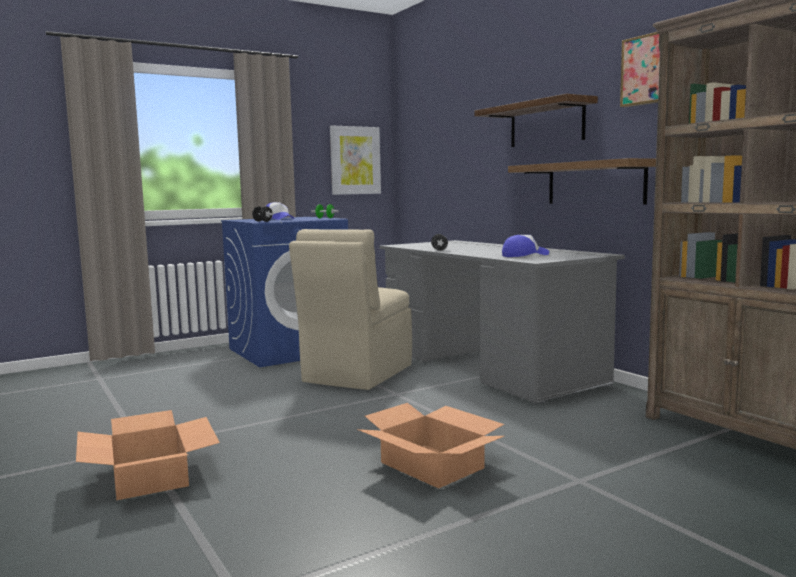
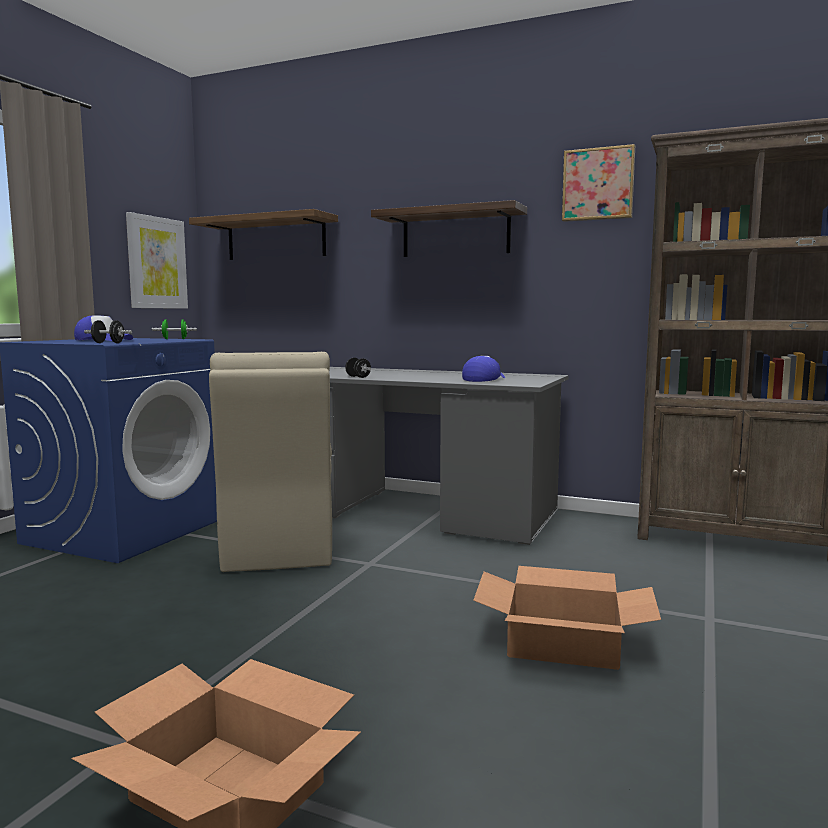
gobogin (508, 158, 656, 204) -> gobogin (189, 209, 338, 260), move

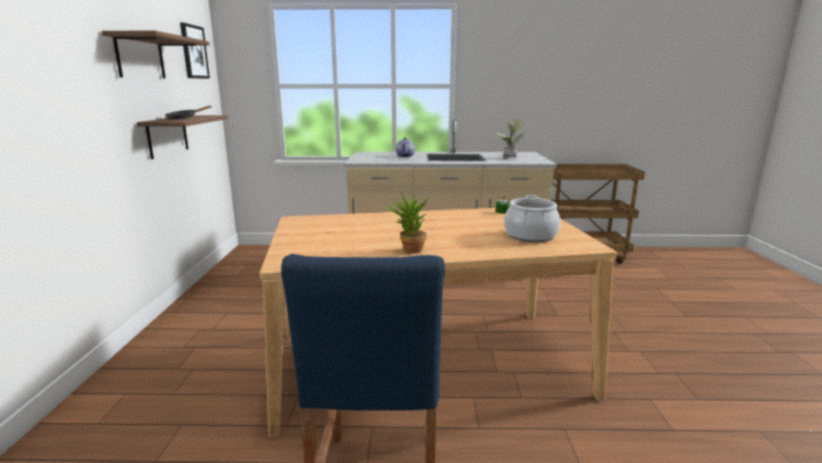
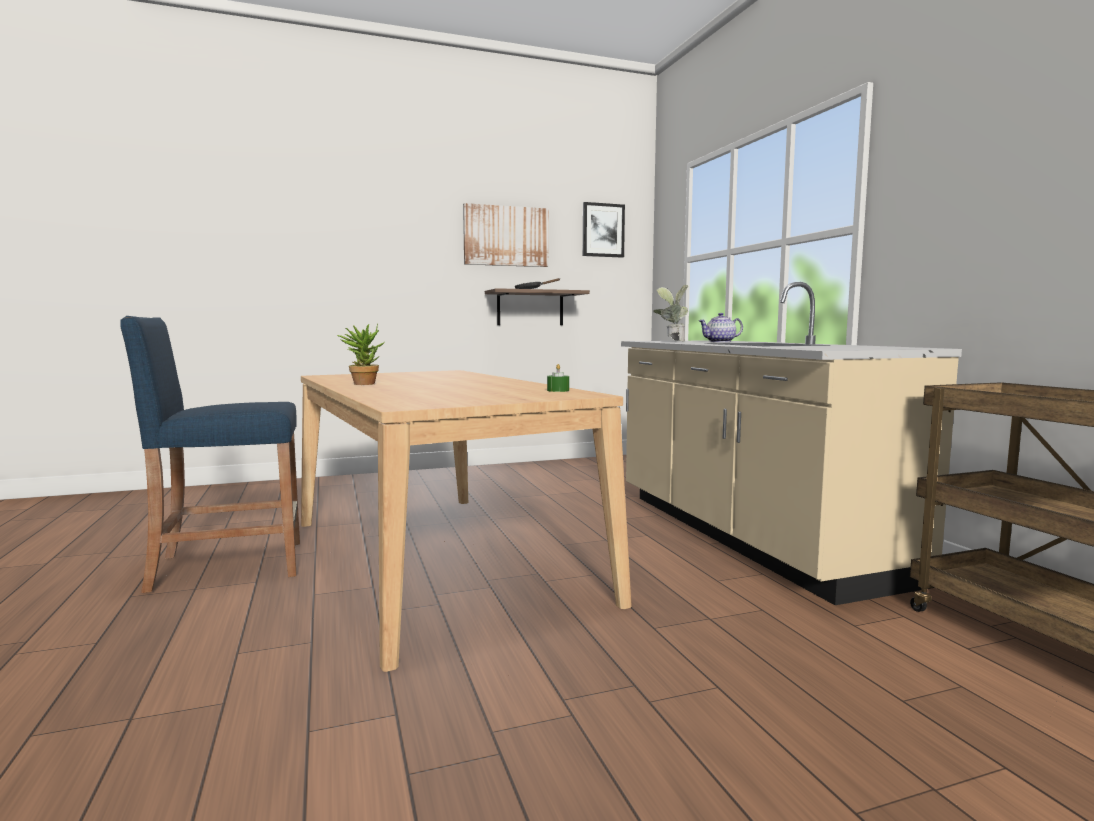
gobogin (102, 31, 209, 78) -> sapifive (463, 203, 549, 267)
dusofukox (497, 119, 525, 157) -> dusofukox (653, 285, 688, 341), move
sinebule (504, 195, 560, 242) -> none

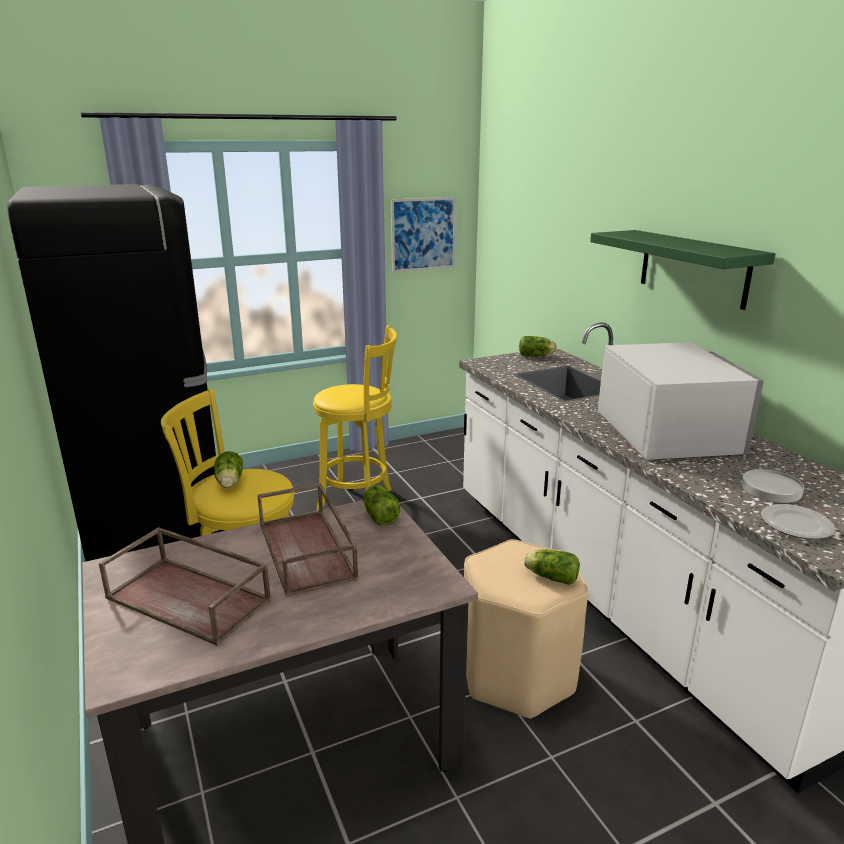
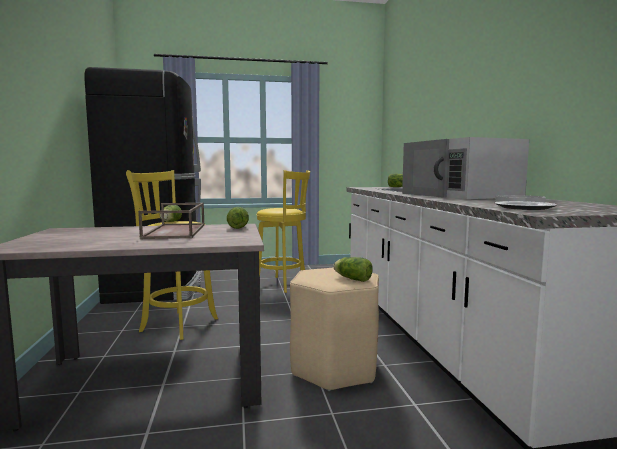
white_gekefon (598, 342, 764, 460) -> white_gekefon (402, 137, 529, 199), 150 degrees clockwise
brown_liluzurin (99, 527, 271, 646) -> none
sapifive (391, 197, 456, 273) -> none
green_gobogin (590, 230, 775, 310) -> none

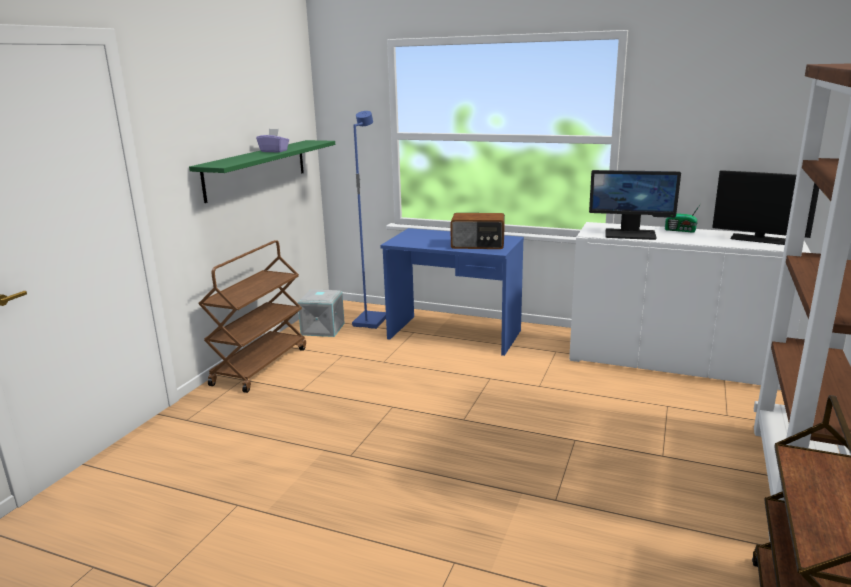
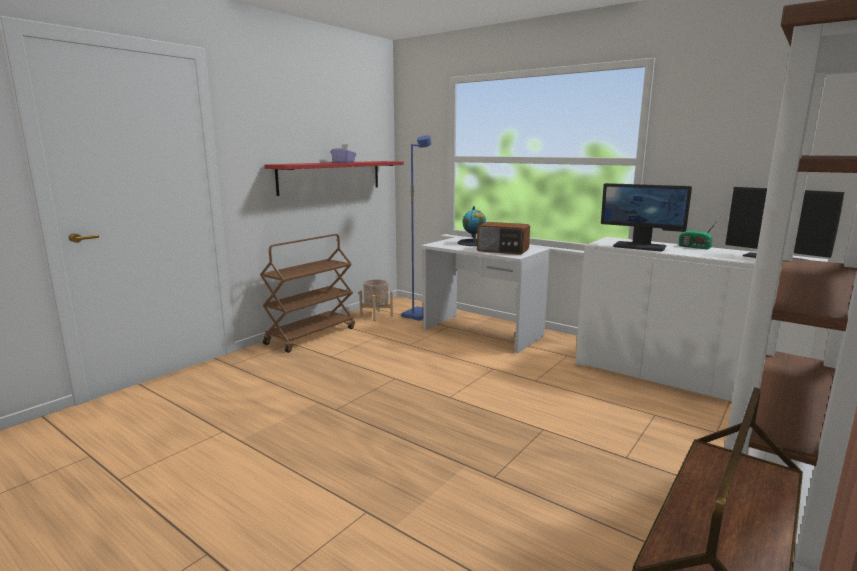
green_gobogin (189, 140, 335, 203) -> red_gobogin (265, 161, 404, 196)
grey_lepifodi (297, 289, 345, 337) -> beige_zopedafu (359, 279, 393, 321)
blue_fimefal (380, 228, 524, 356) -> white_fimefal (421, 237, 550, 353)
none -> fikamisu (457, 206, 486, 246)

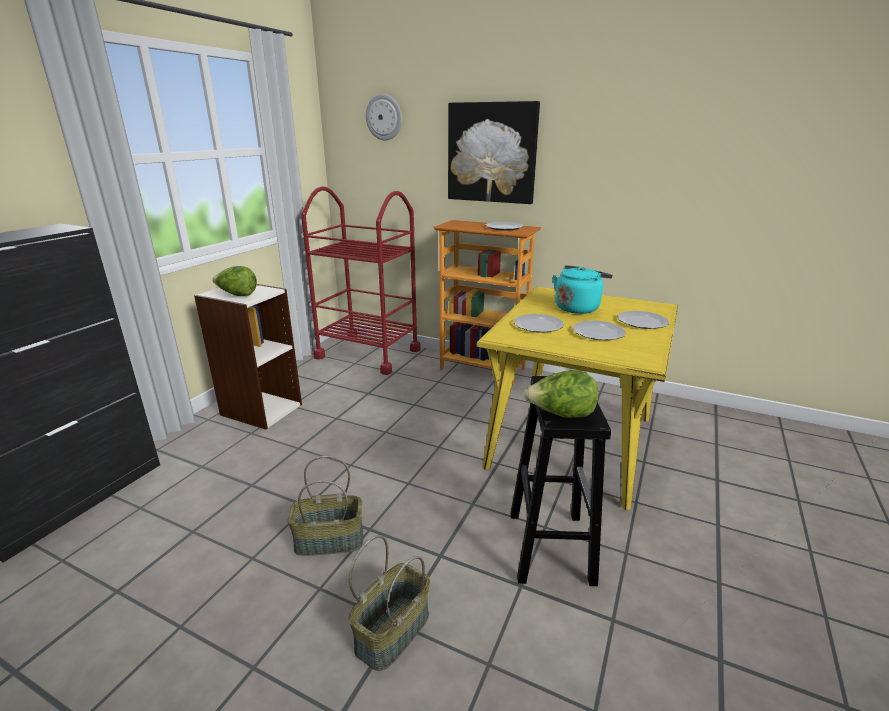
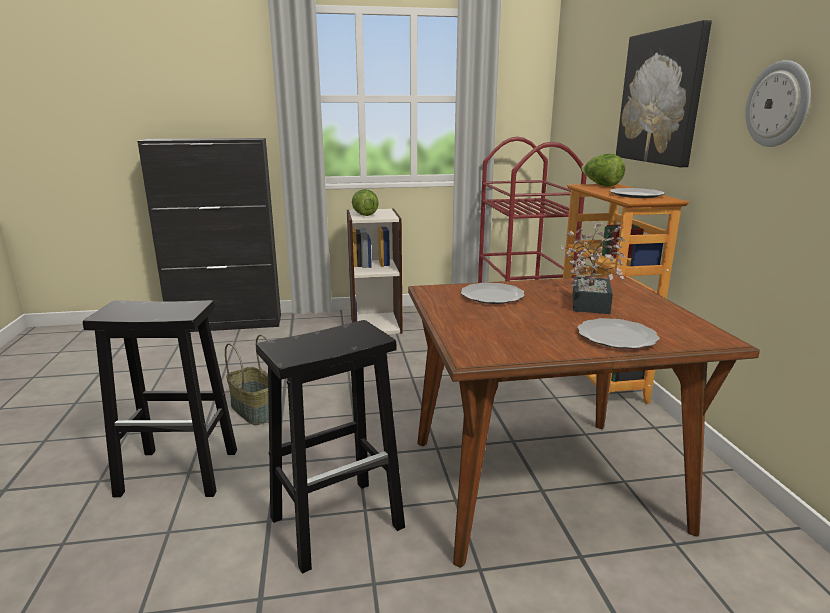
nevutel (348, 535, 430, 671) -> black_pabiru (83, 300, 237, 497)
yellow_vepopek (477, 287, 678, 510) -> brown_vepopek (408, 275, 760, 567)
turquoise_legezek (553, 265, 612, 314) -> dusofukox (561, 222, 626, 314)
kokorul (523, 370, 598, 418) -> kokorul (581, 153, 625, 186), move
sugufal (366, 94, 402, 141) -> sugufal (745, 60, 811, 147), move
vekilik (572, 320, 626, 340) -> none

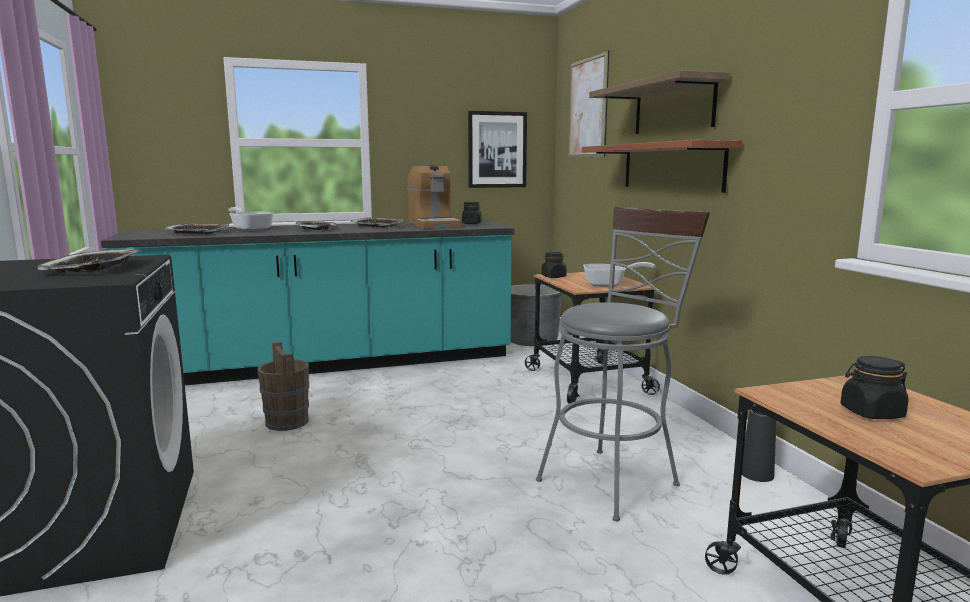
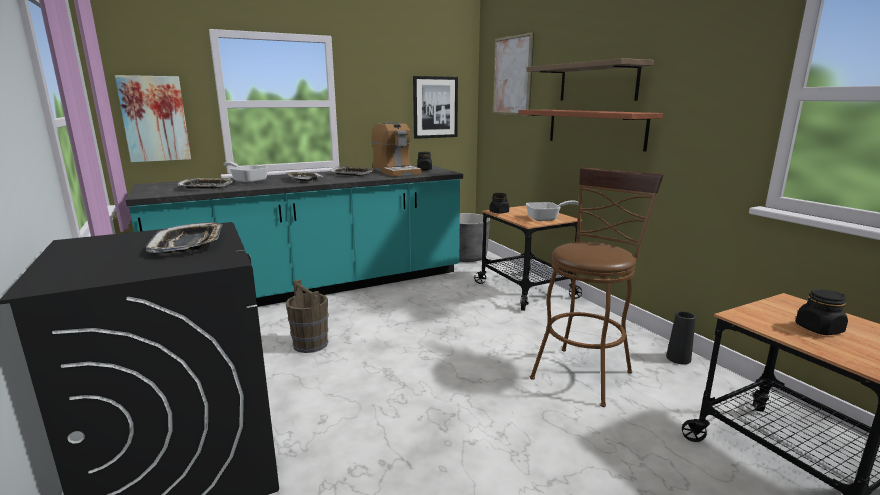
none -> sapifive (115, 75, 191, 162)
grey_pabiru (536, 207, 710, 521) -> brown_pabiru (530, 167, 664, 407)

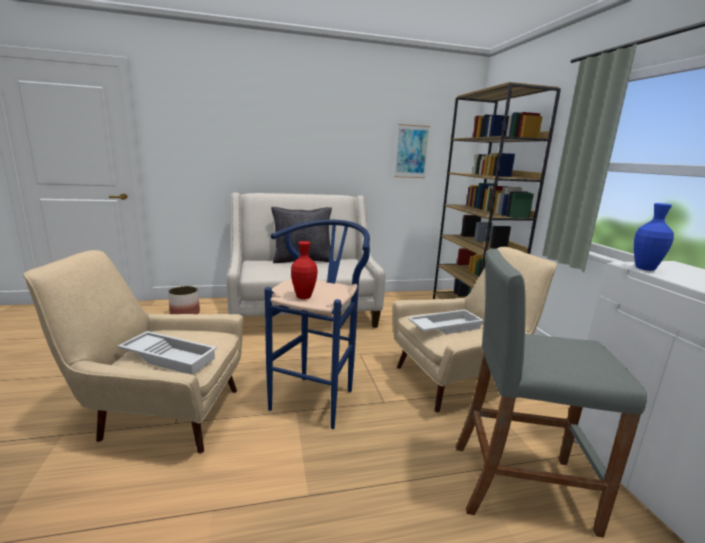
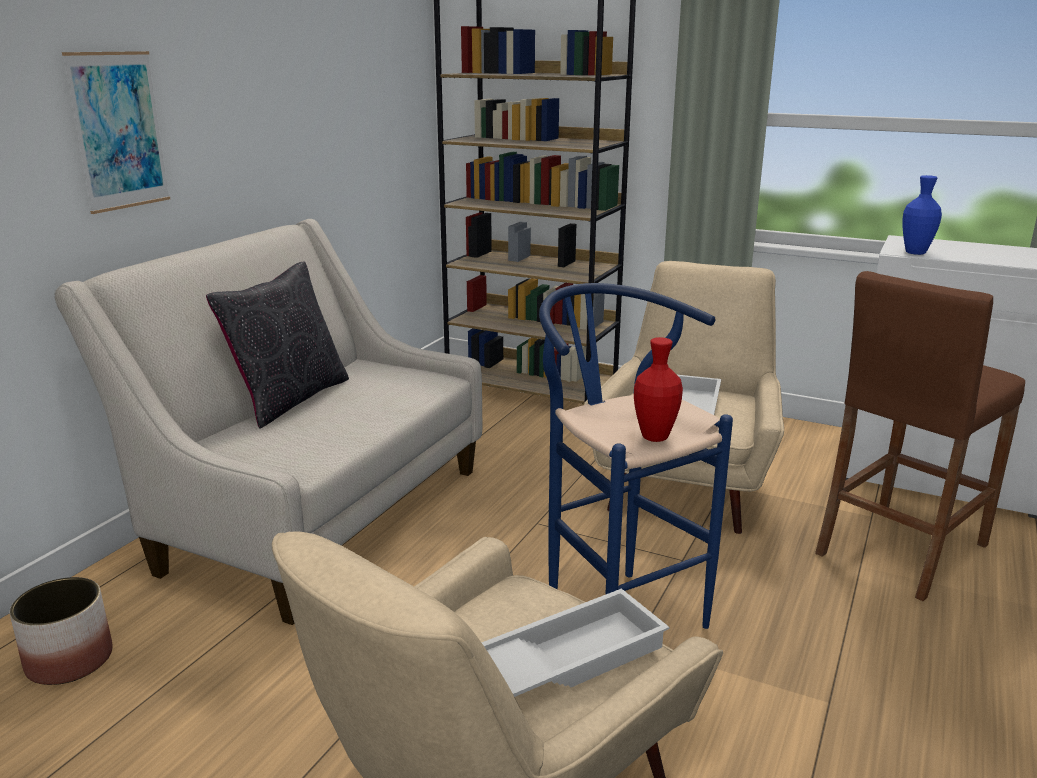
sapifive (394, 124, 430, 178) -> sapifive (62, 51, 170, 214), move
grey_pabiru (456, 248, 647, 537) -> brown_pabiru (815, 271, 1025, 601)

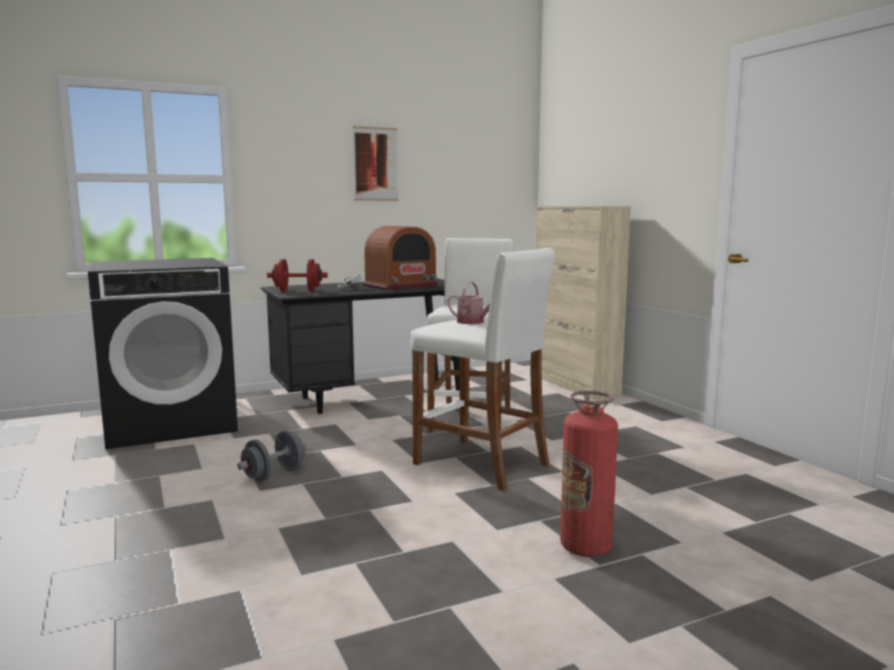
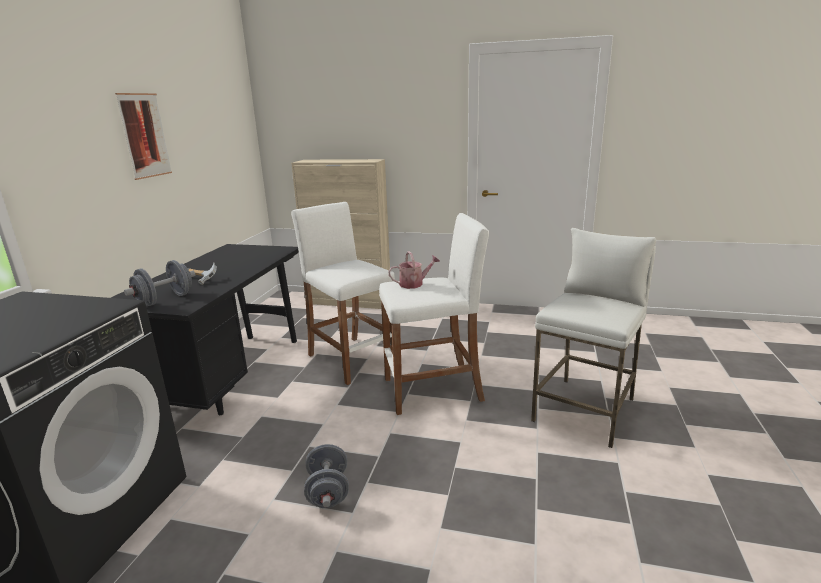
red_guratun (267, 259, 328, 291) -> grey_guratun (124, 260, 195, 306)
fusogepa (560, 391, 618, 557) -> white_pabiru (531, 228, 656, 448)
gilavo (363, 226, 438, 290) -> none

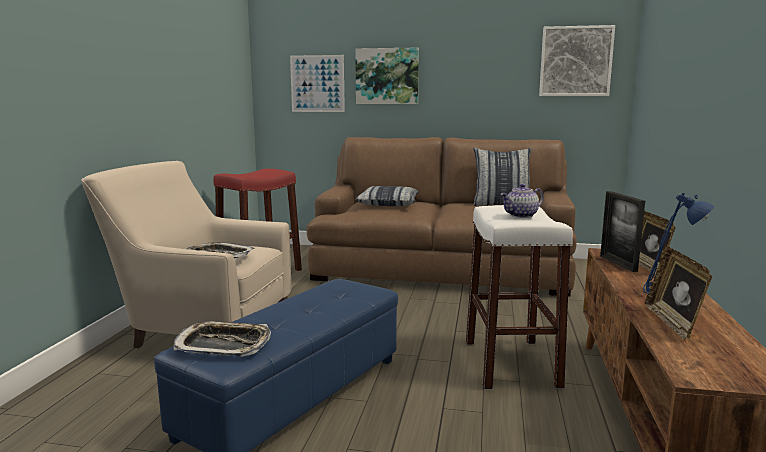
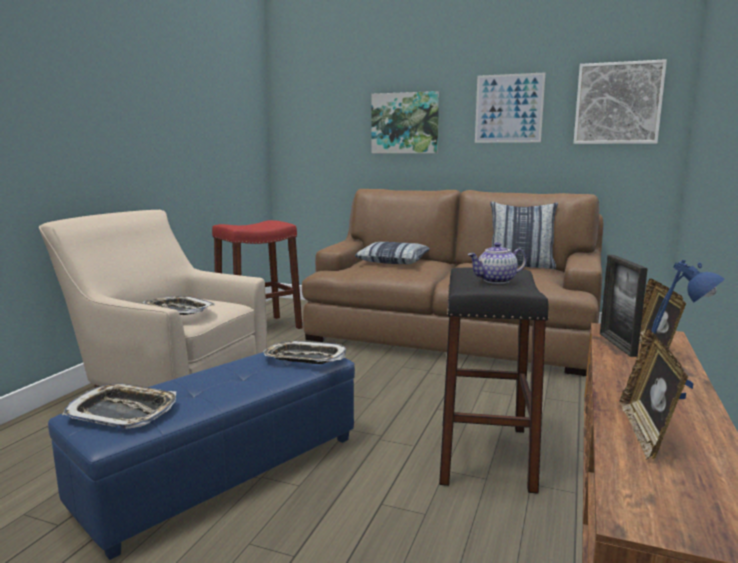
none -> liluzurin (263, 341, 346, 364)
white_pabiru (466, 205, 573, 390) -> black_pabiru (439, 267, 549, 494)
sapifive (290, 55, 345, 112) -> sapifive (475, 72, 545, 143), move

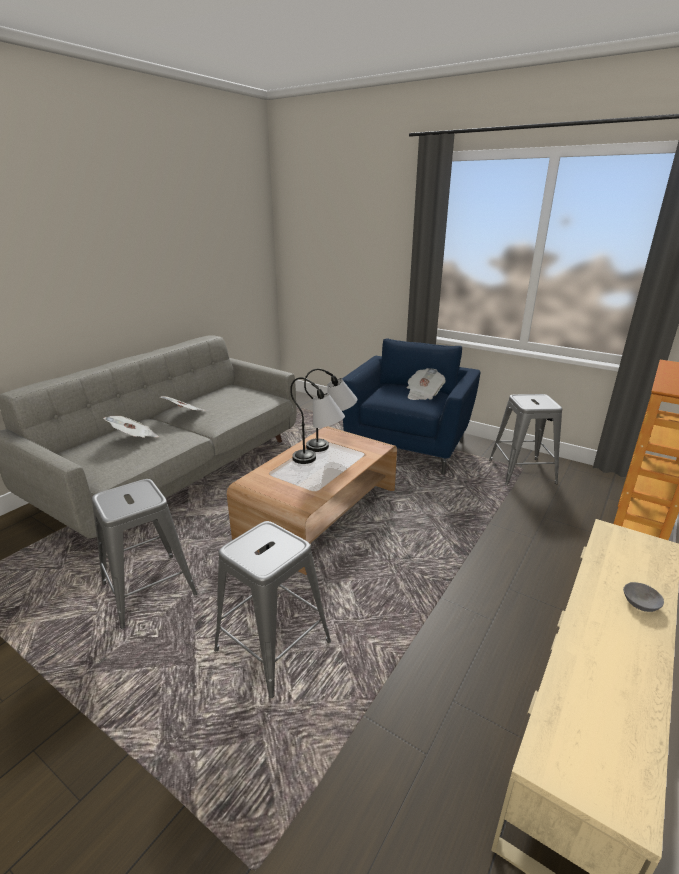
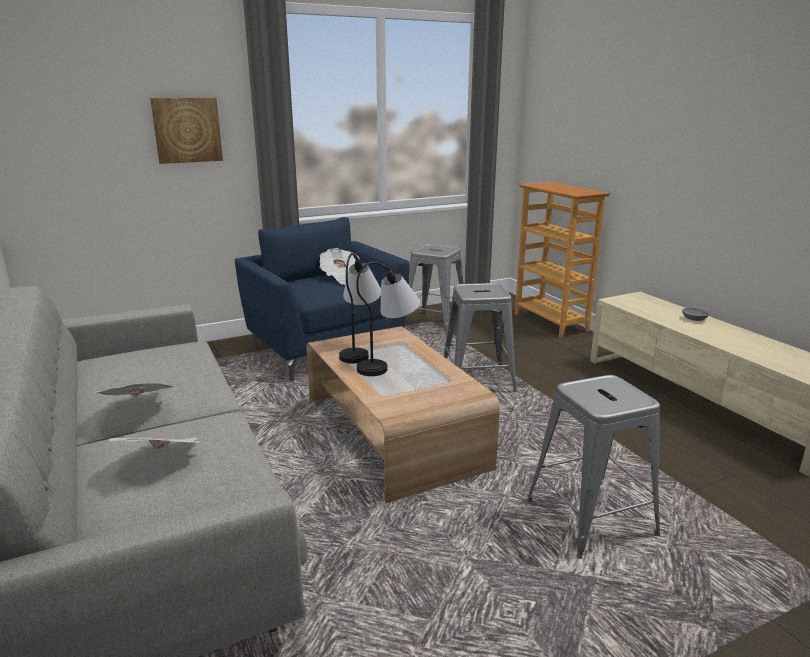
none -> sapifive (150, 98, 223, 164)
grey_pabiru (92, 479, 198, 628) -> grey_pabiru (444, 283, 517, 393), move

